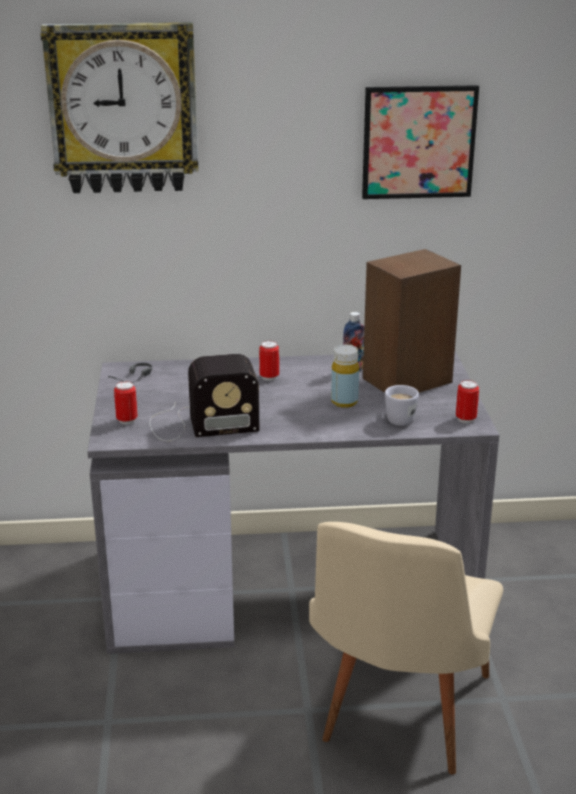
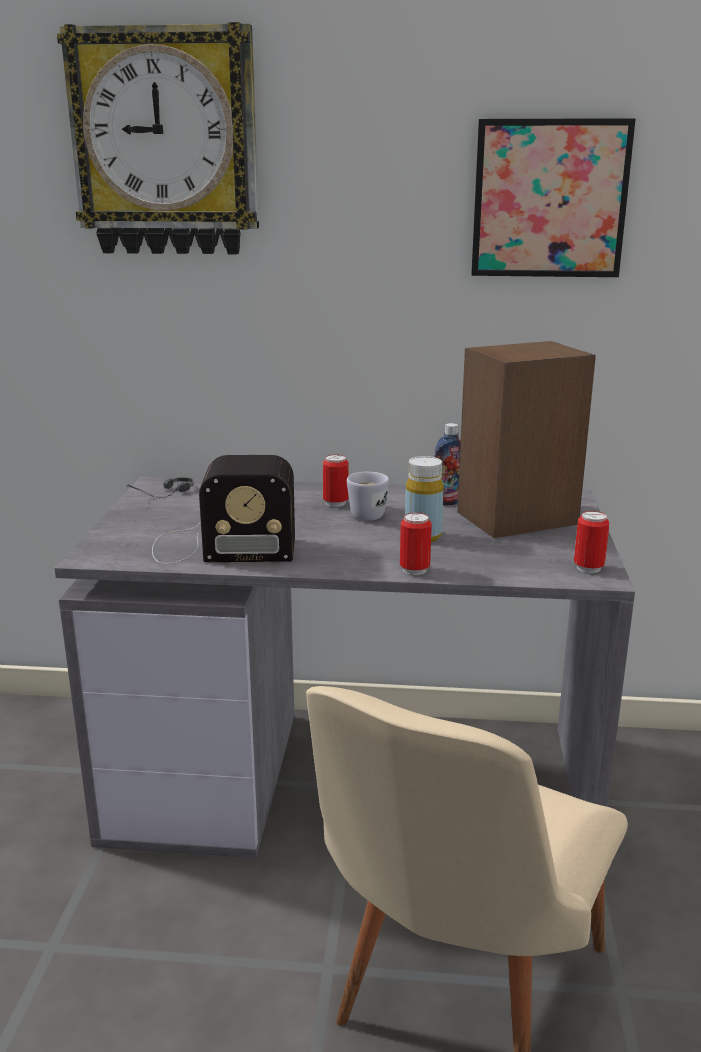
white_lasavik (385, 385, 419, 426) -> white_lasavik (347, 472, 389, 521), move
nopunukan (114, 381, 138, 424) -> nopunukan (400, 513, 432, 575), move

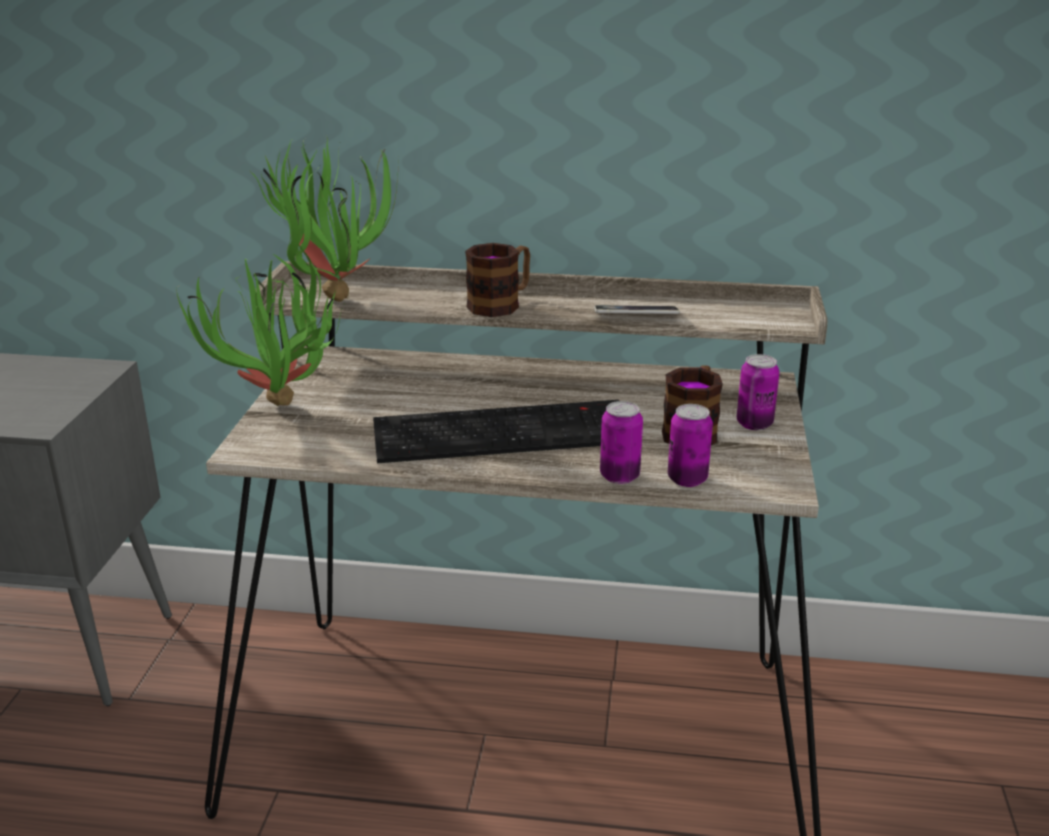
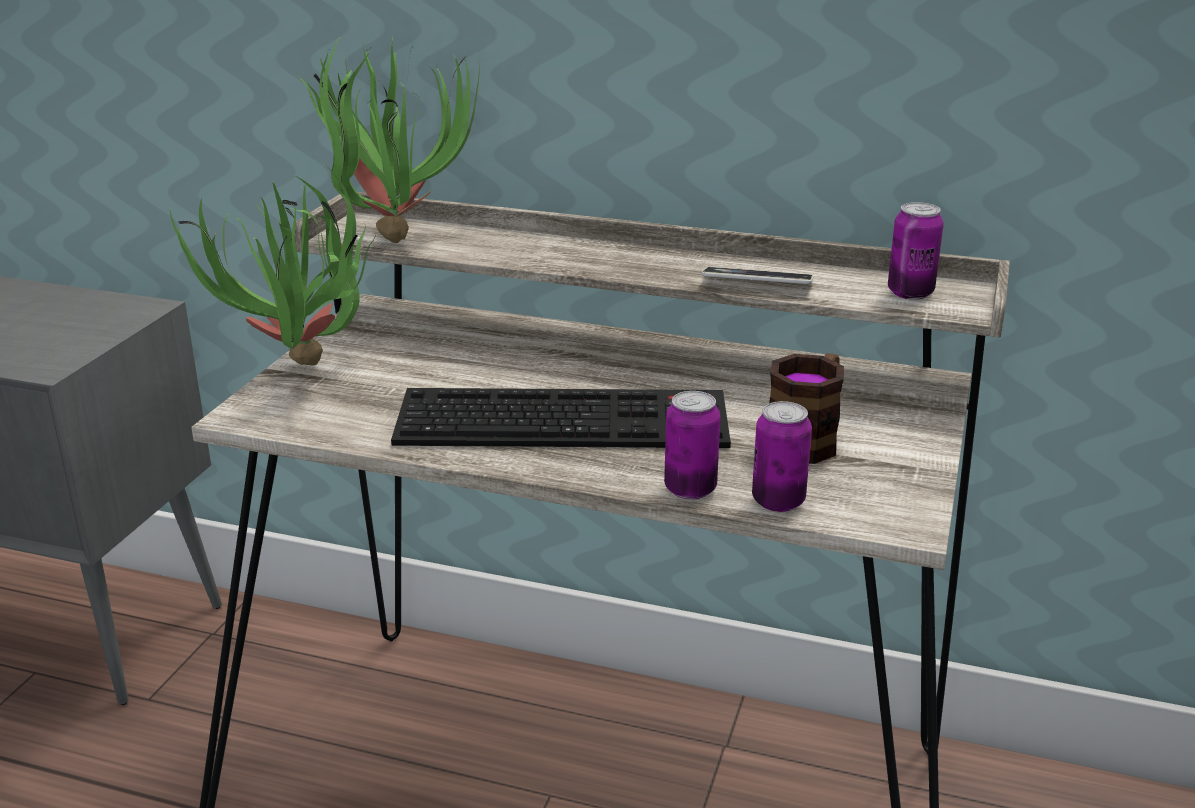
nopunukan (737, 354, 780, 430) -> nopunukan (888, 202, 944, 300), move
lasavik (465, 243, 530, 317) -> none

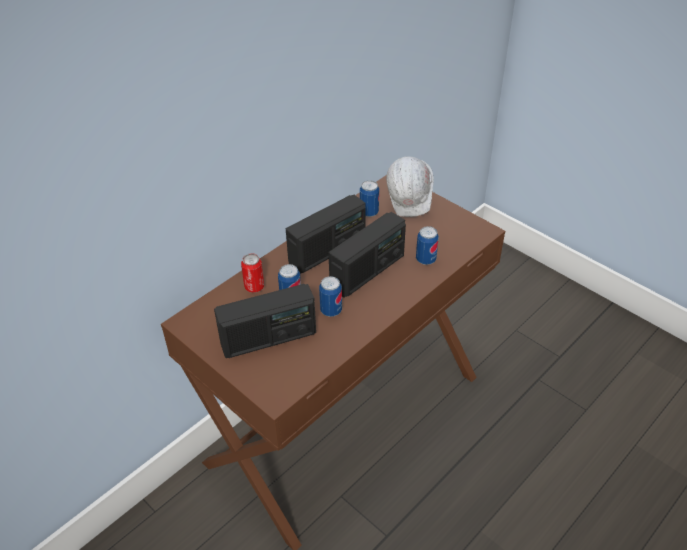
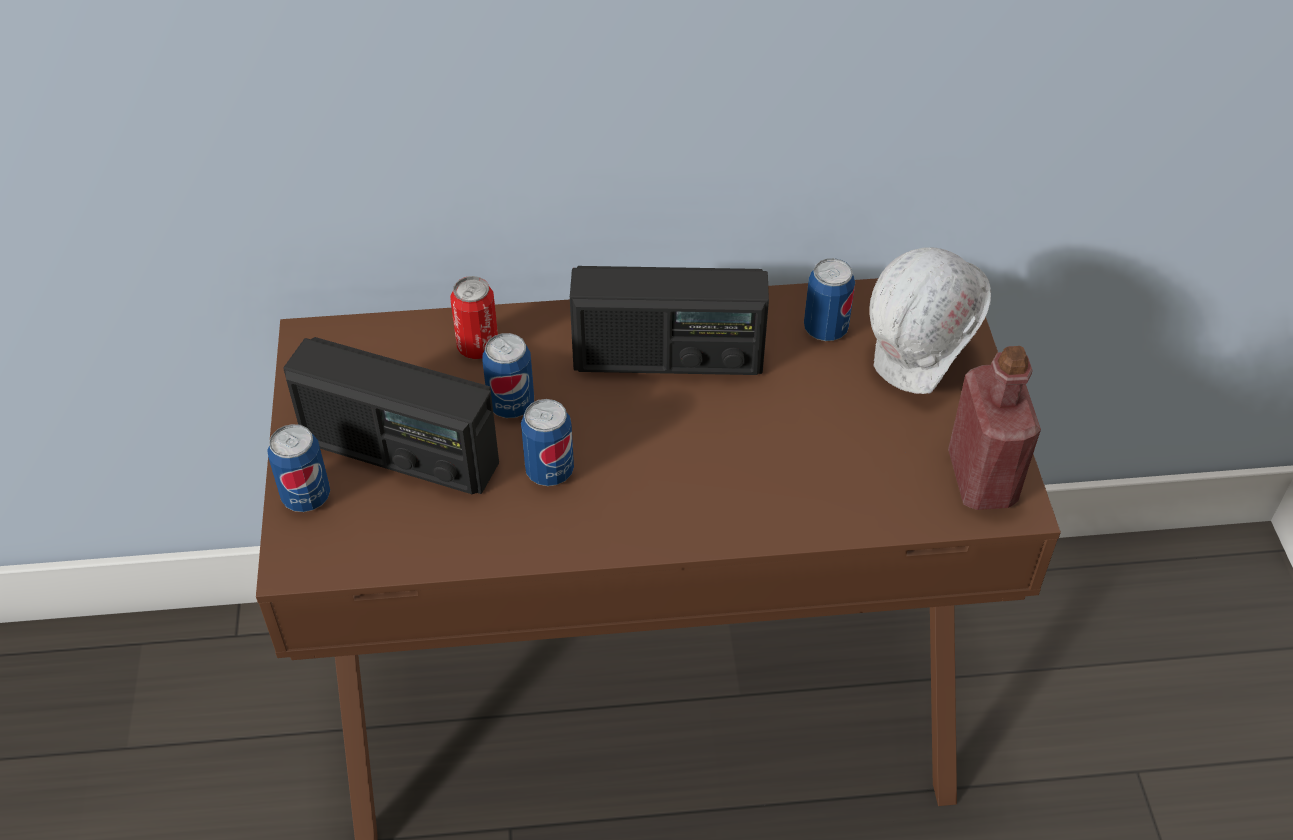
nopunukan (416, 226, 439, 265) -> nopunukan (267, 424, 330, 512), move
none -> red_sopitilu (948, 346, 1041, 510)
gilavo (328, 212, 406, 298) -> none

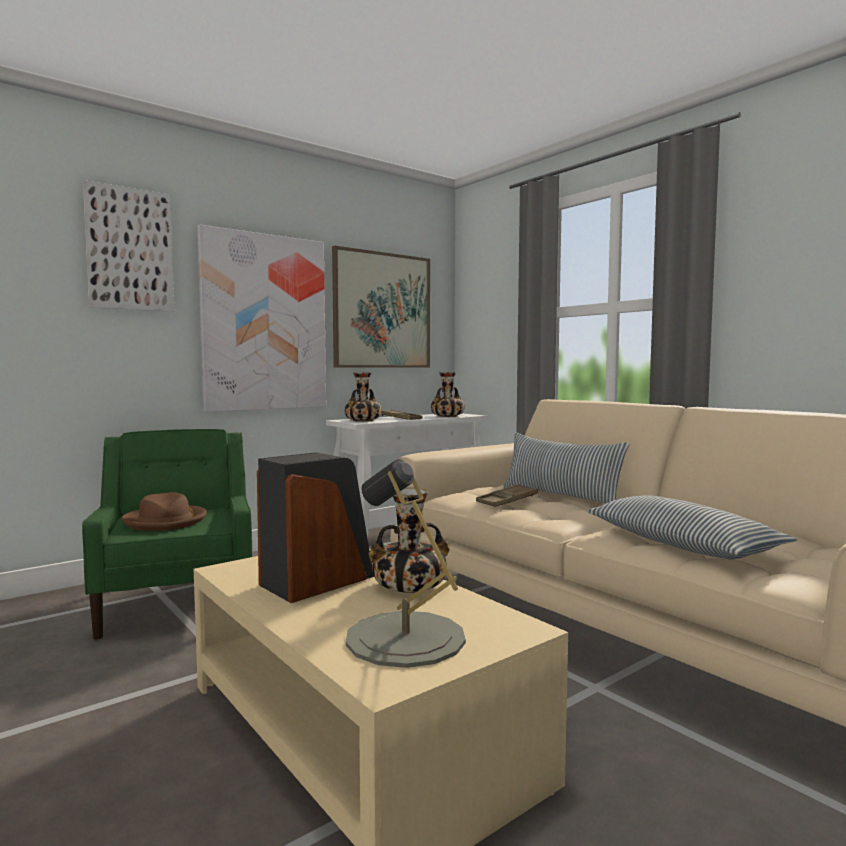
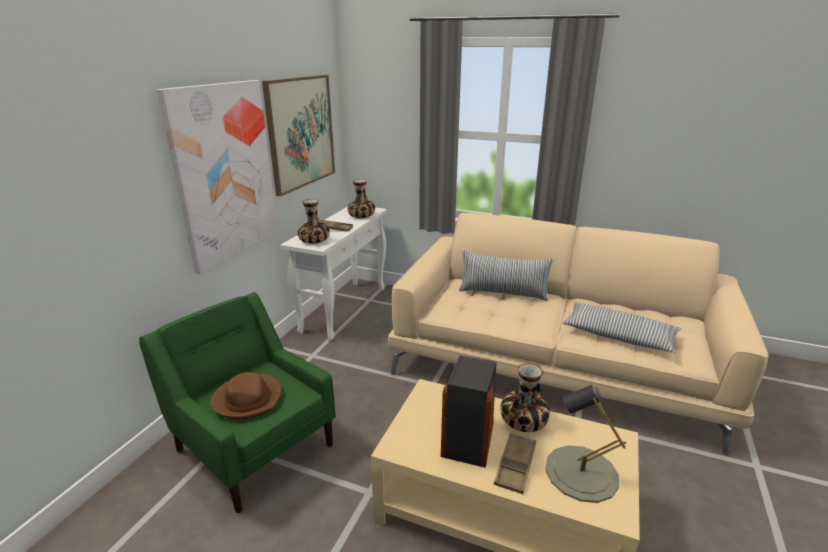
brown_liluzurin (476, 484, 538, 507) -> brown_liluzurin (494, 433, 537, 494), move
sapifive (83, 180, 174, 312) -> none

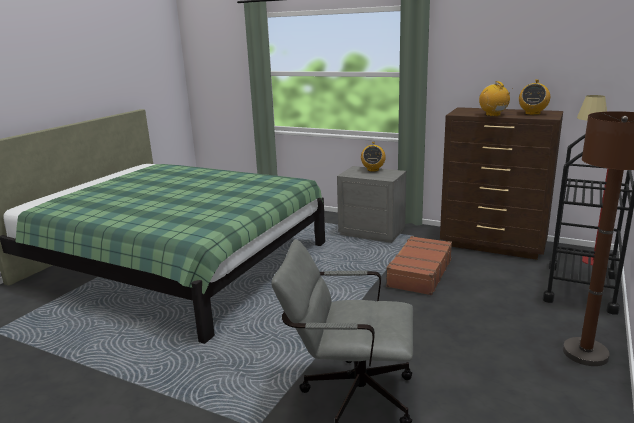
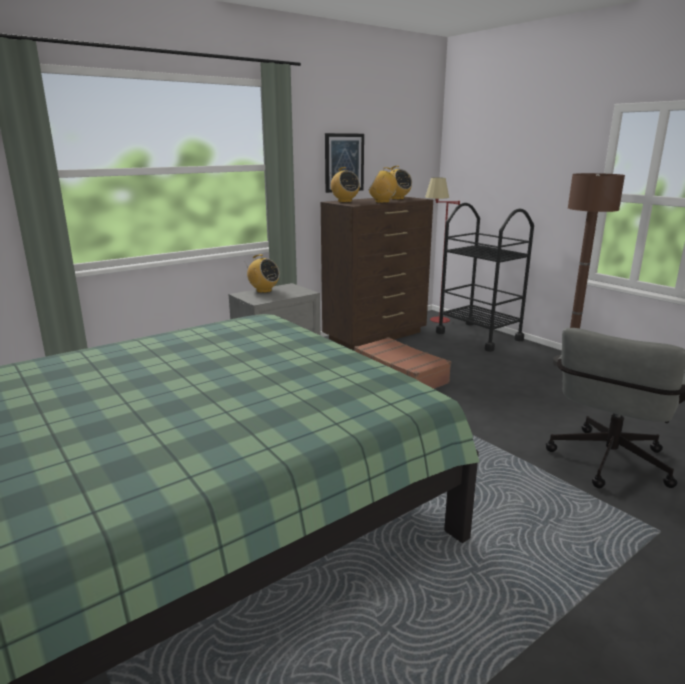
none -> sapifive (325, 133, 364, 193)
none -> gilavo (331, 167, 360, 202)

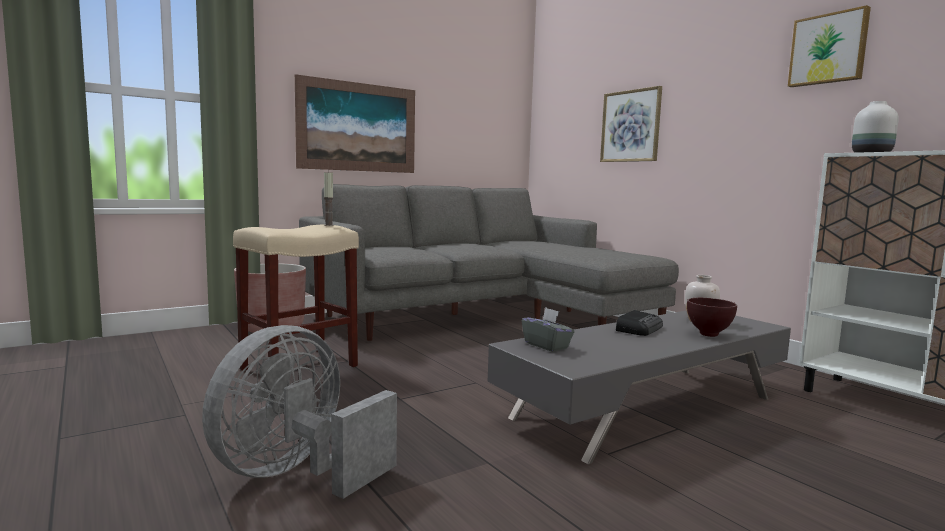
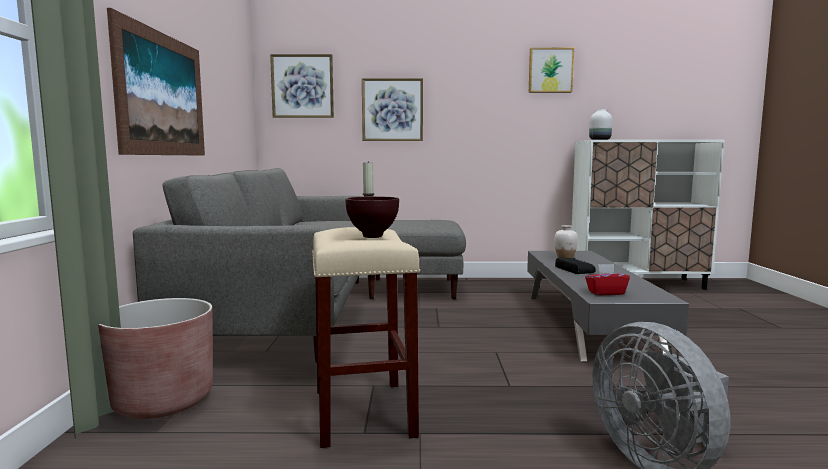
none -> sapifive (270, 54, 334, 118)
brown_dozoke (687, 298, 737, 337) -> brown_dozoke (346, 196, 399, 238), move
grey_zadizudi (522, 308, 575, 352) -> red_zadizudi (585, 264, 630, 295)

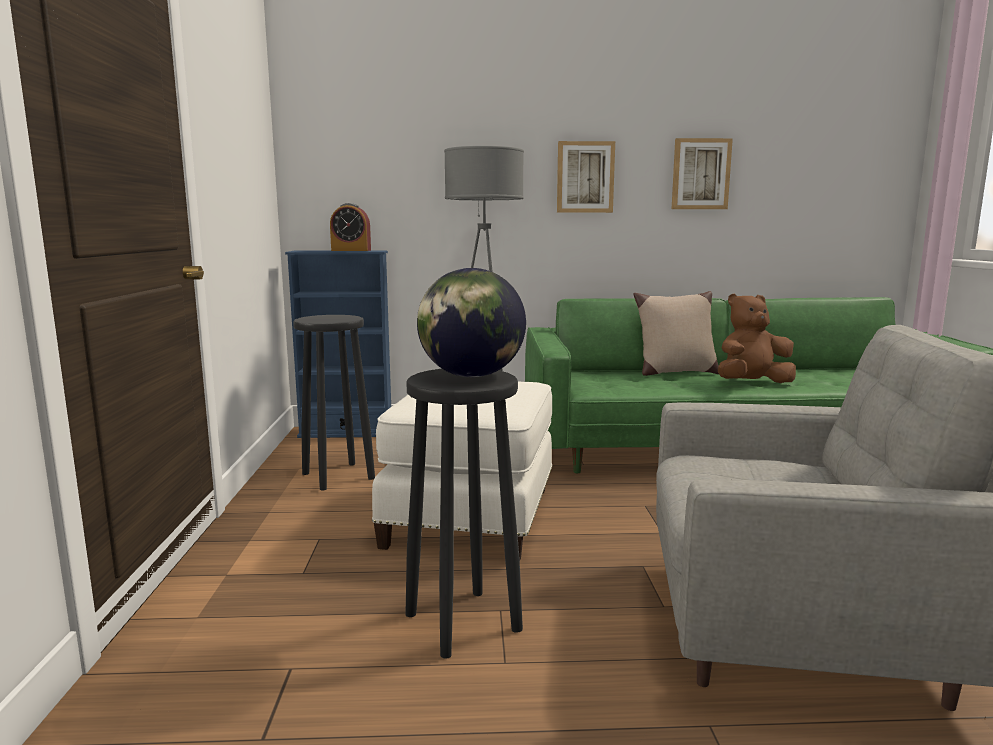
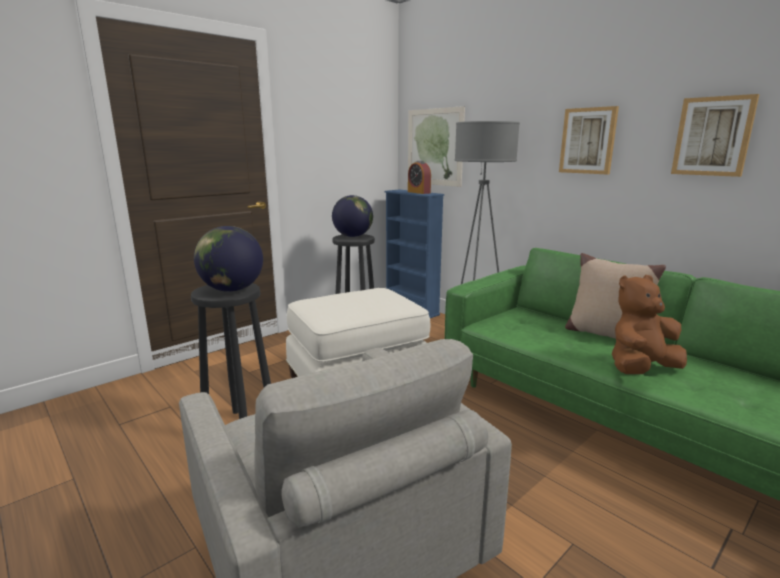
none -> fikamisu (332, 195, 373, 237)
none -> sapifive (408, 106, 465, 187)
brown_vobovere (718, 294, 796, 383) -> brown_vobovere (612, 275, 687, 374), 60 degrees counterclockwise

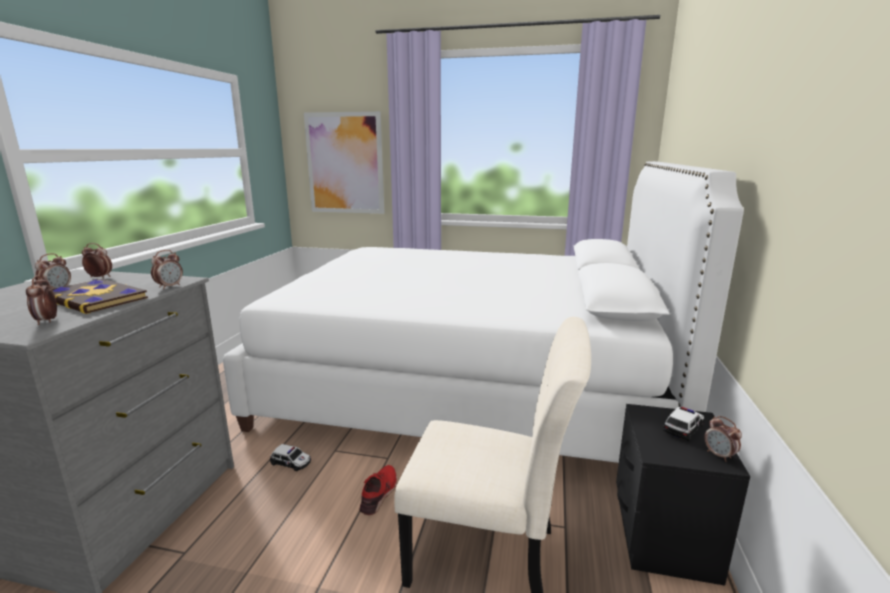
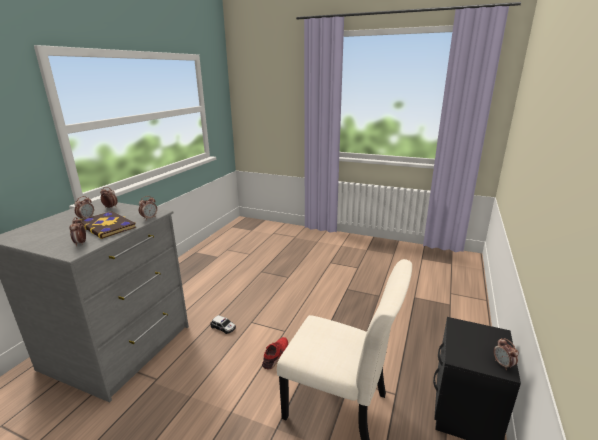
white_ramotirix (223, 161, 744, 463) -> none
sapifive (304, 111, 384, 214) -> none
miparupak (663, 407, 705, 441) -> none

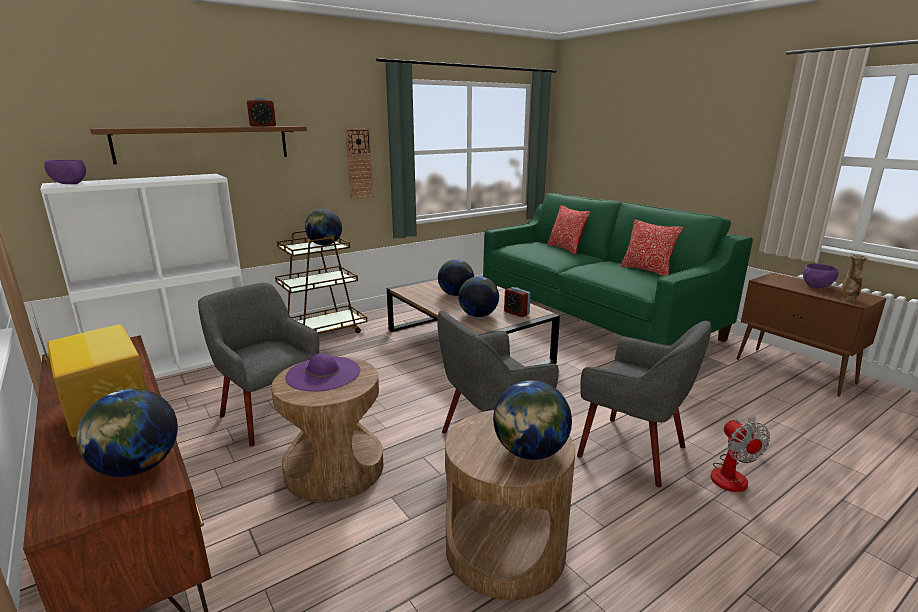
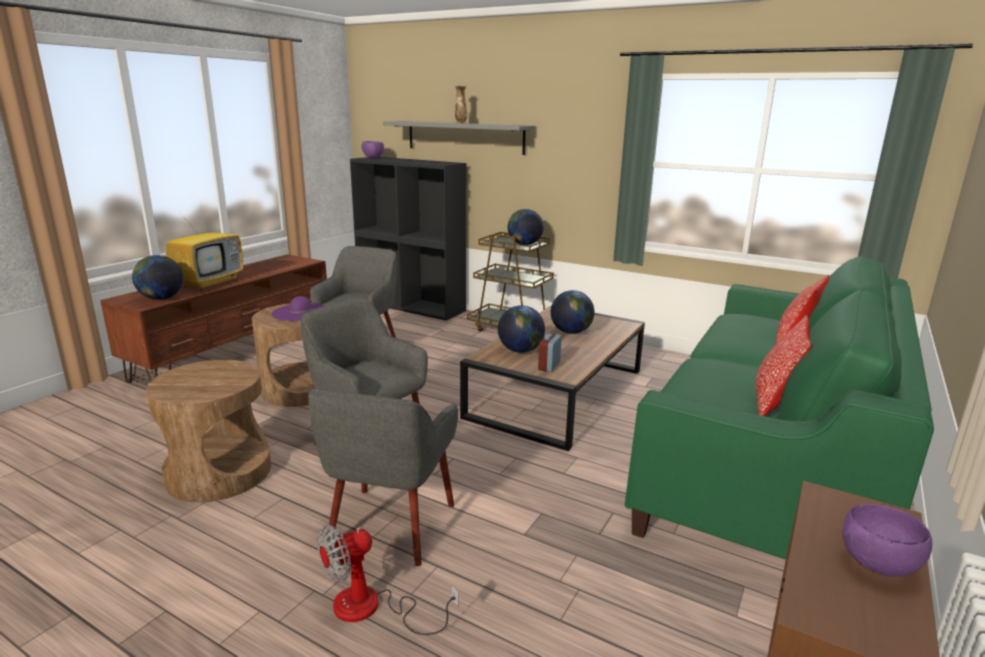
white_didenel (40, 174, 243, 379) -> black_didenel (350, 157, 466, 321)
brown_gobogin (90, 126, 307, 164) -> grey_gobogin (383, 121, 535, 155)
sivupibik (841, 254, 869, 301) -> sivupibik (455, 86, 467, 123), move
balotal (247, 97, 276, 127) -> none
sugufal (345, 128, 374, 199) -> none
fikamisu (493, 380, 572, 460) -> none

